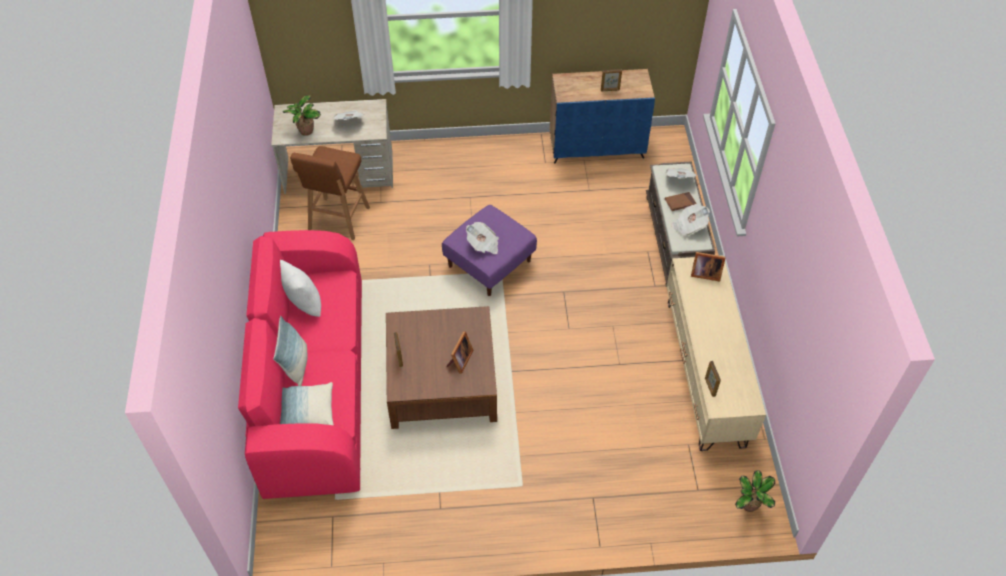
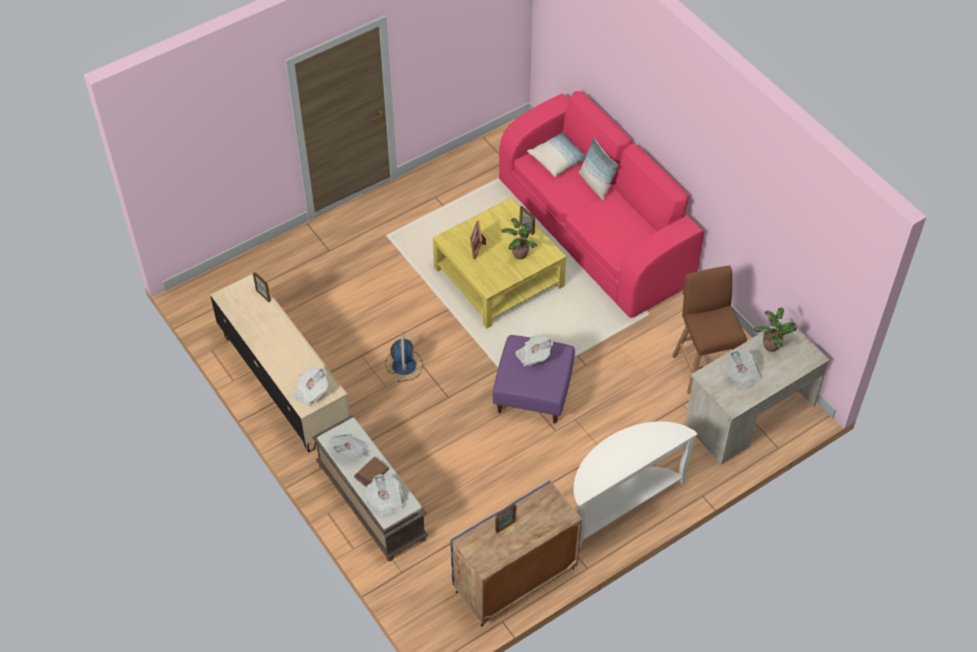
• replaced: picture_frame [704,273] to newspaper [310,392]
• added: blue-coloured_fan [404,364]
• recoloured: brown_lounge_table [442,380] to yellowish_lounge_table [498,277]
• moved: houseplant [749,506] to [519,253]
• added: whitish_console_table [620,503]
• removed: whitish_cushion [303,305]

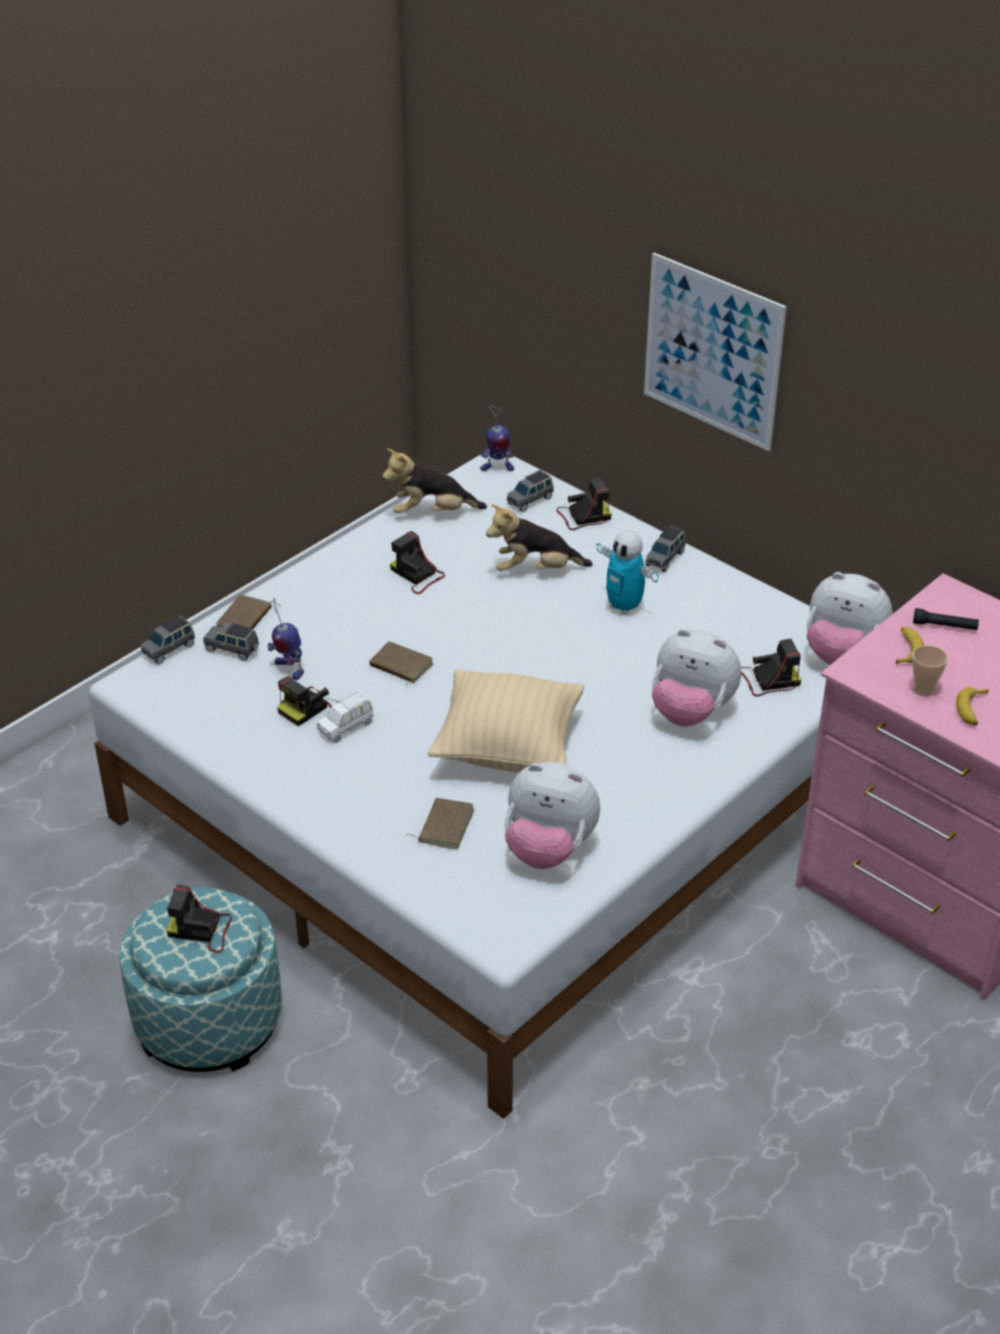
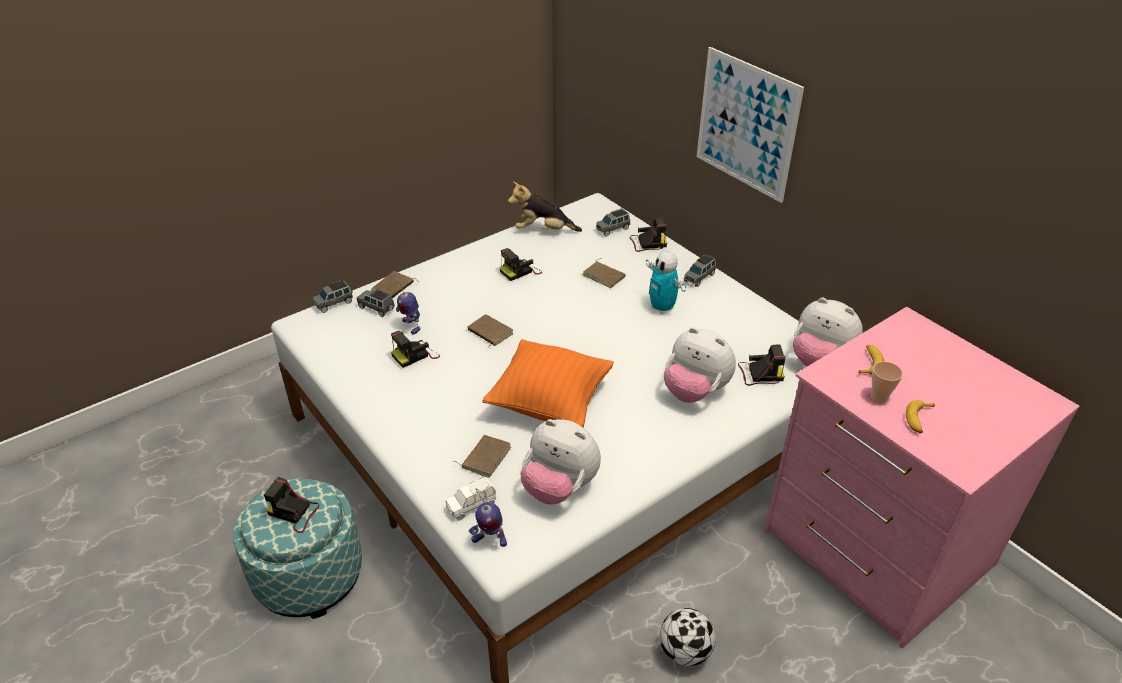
• moved: whitish_miniature_car [346,727] to [472,505]
• moved: model_robot [497,468] to [489,540]
• recoloured: beige-coloured_cushion [508,748] to orangey_cushion [550,402]
• turned: photo_camera [417,575] = [520,271] 90 degrees counterclockwise
• replaced: plush_toy [535,570] to brown_book [604,276]
• added: football [684,652]
• removed: black_flashlight [944,626]

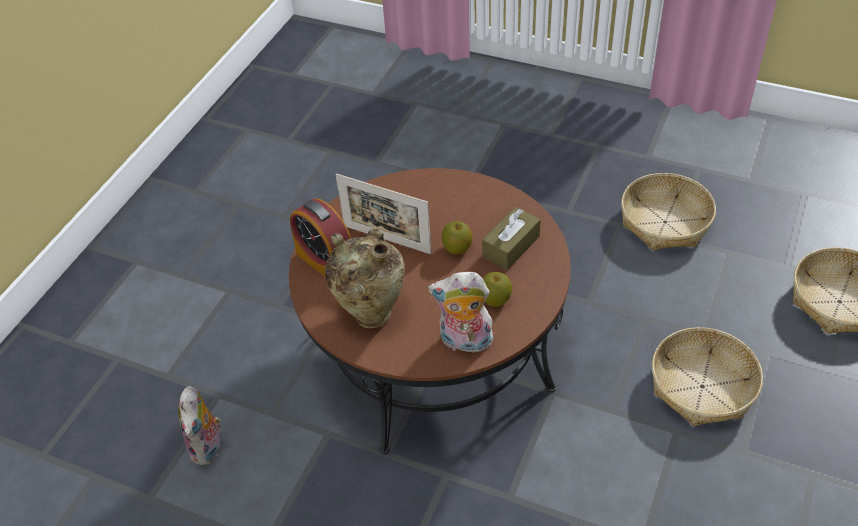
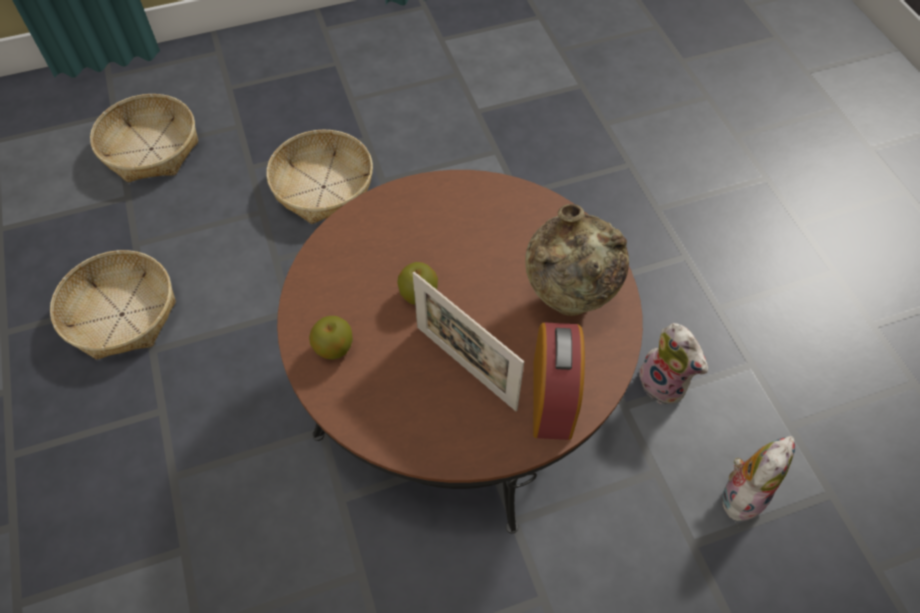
• moved: apple [495,299] to [334,348]
• turned: picture_frame [386,239] = [465,367] 150 degrees clockwise
• moved: plush_toy [464,342] to [665,383]
• removed: brown_tissue_box [511,246]

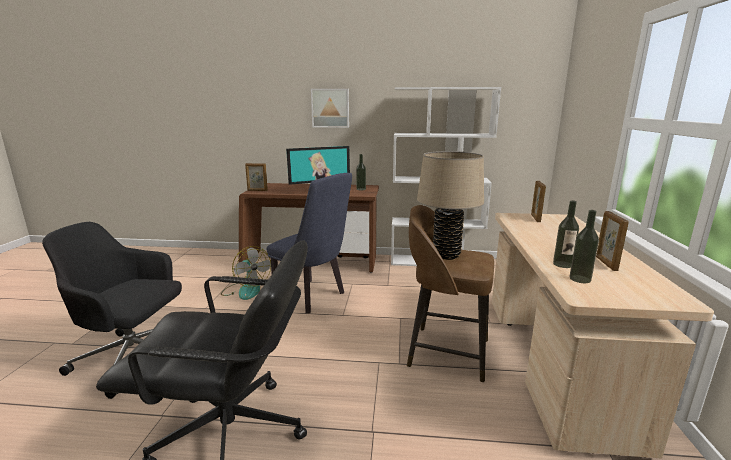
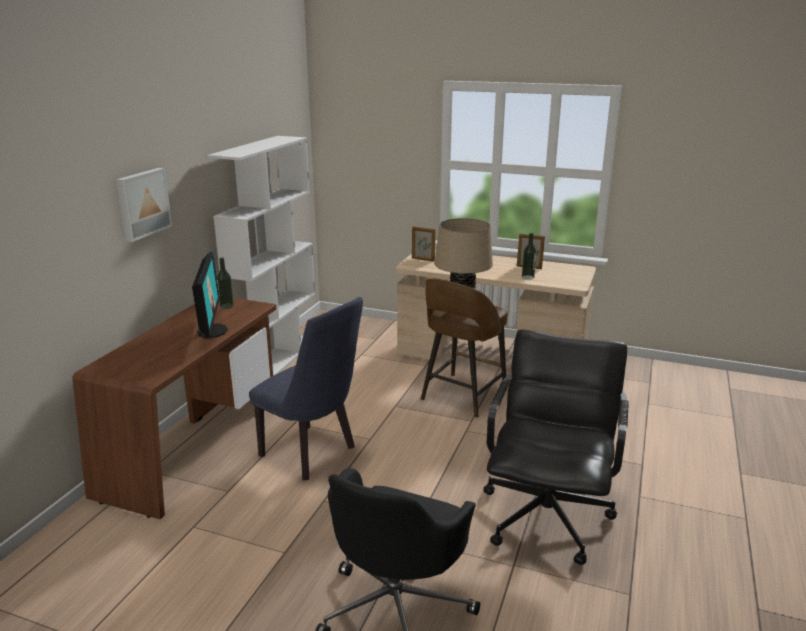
• turned: blue-coloured_plain_chair [314,297] = [313,454] 75 degrees clockwise
• removed: fan [246,290]
• removed: picture_frame [257,190]
• removed: beverage_bottle [580,279]

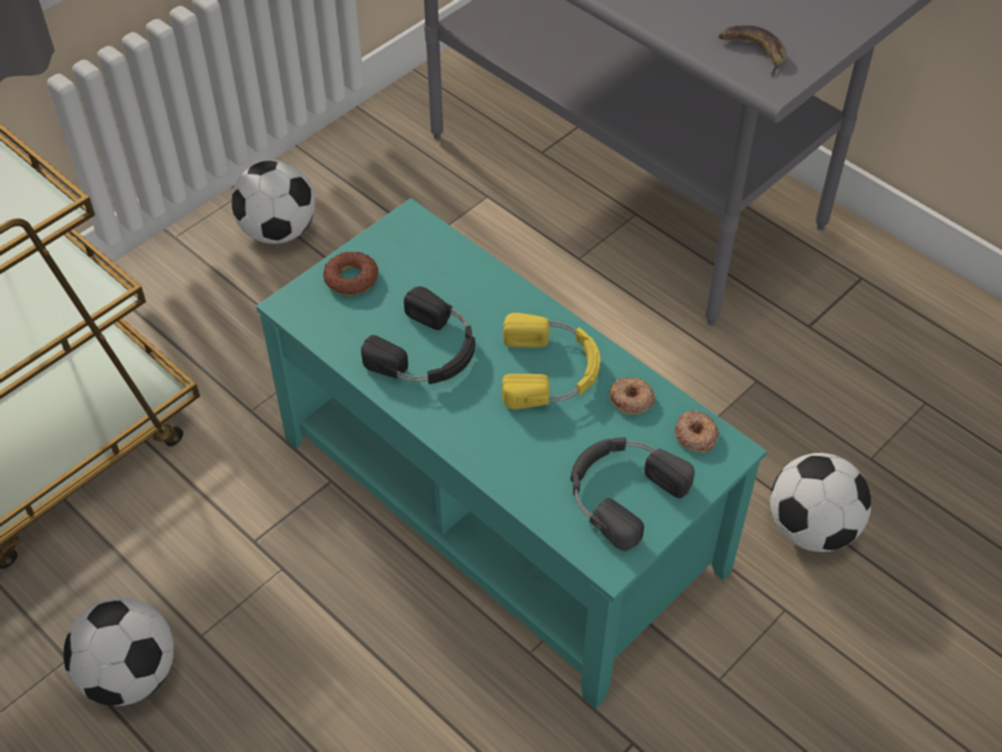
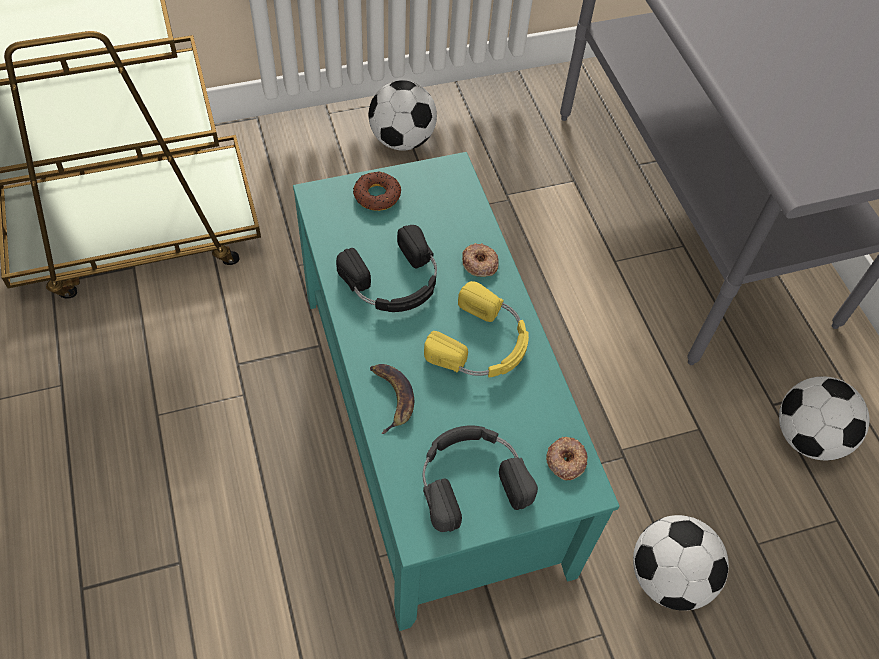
• moved: banana_fruit [753,51] to [391,397]
• moved: ring_doughnut [631,399] to [479,263]
• moved: football [130,675] to [807,437]

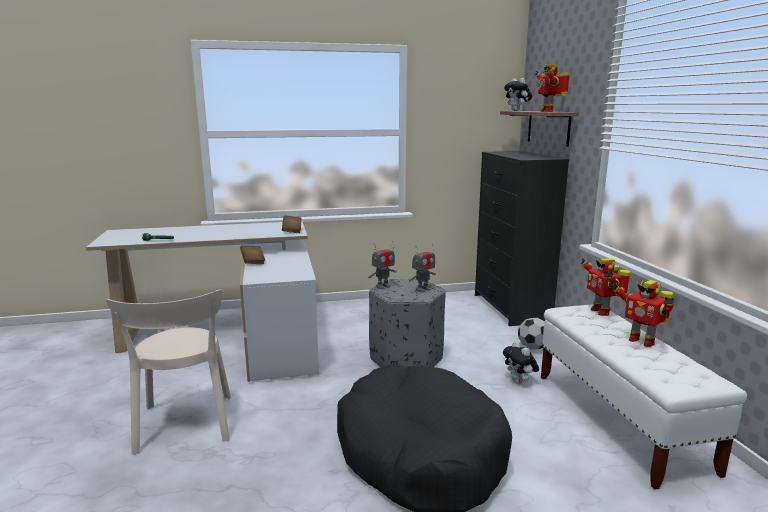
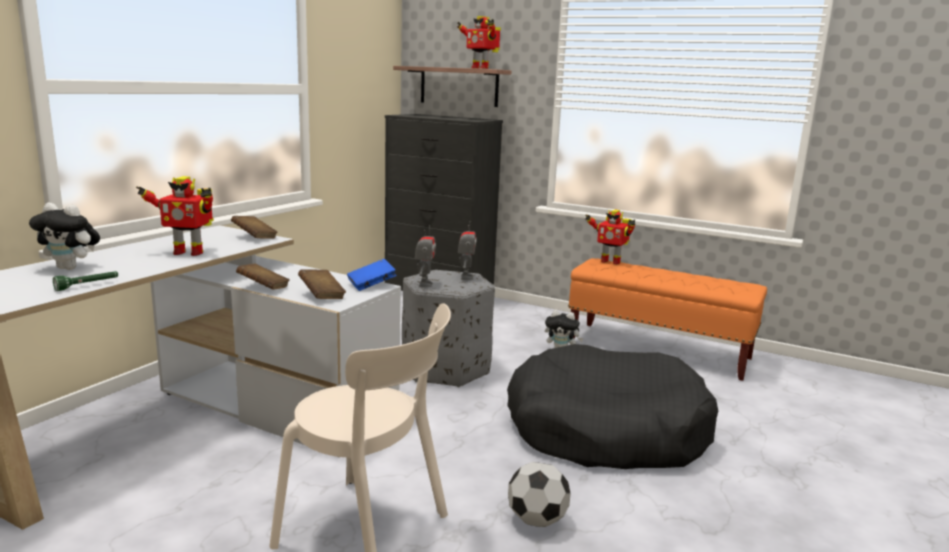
• moved: plush_toy [517,111] to [71,268]
• moved: model_robot [641,341] to [188,252]
• added: brown_book [322,295]
• added: blue-coloured_book [371,285]
• moved: football [533,347] to [536,520]
• recoloured: whitish_bench [618,420] to orangey_bench [658,350]

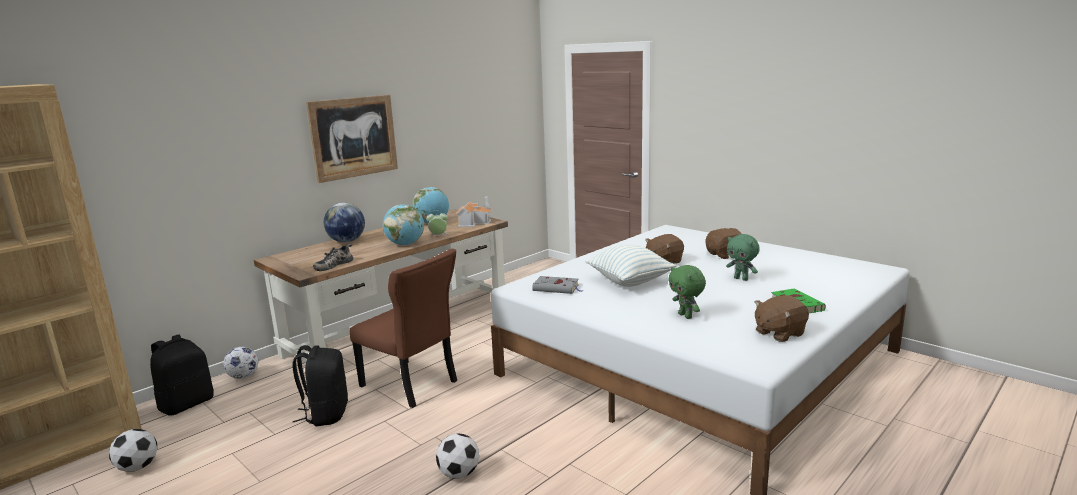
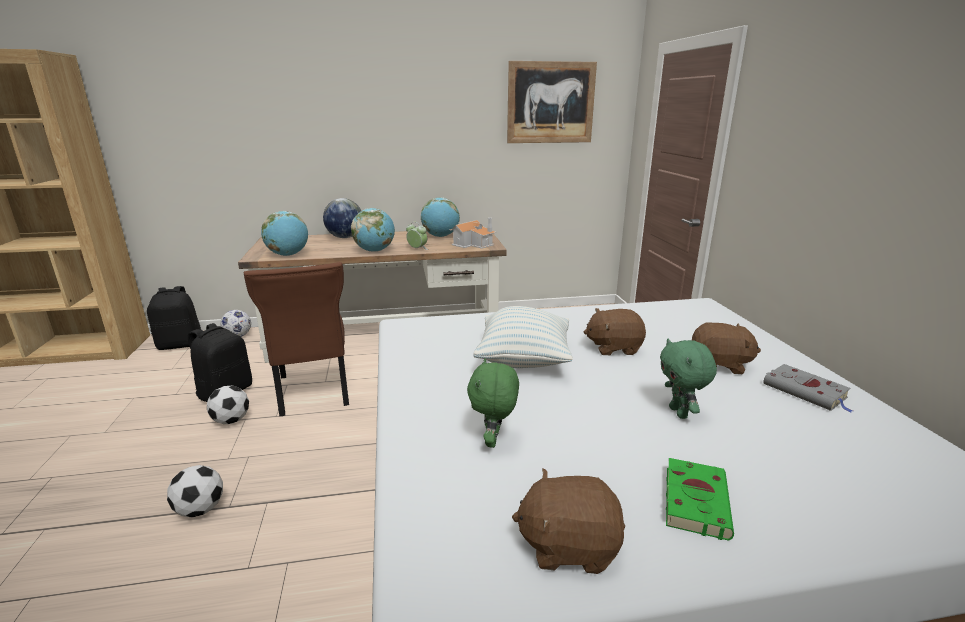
• moved: football [138,467] to [231,420]
• replaced: shoe [333,264] to globe [288,255]
• moved: wall_picture [354,137] to [550,103]
• moved: grey_book [557,288] to [806,392]

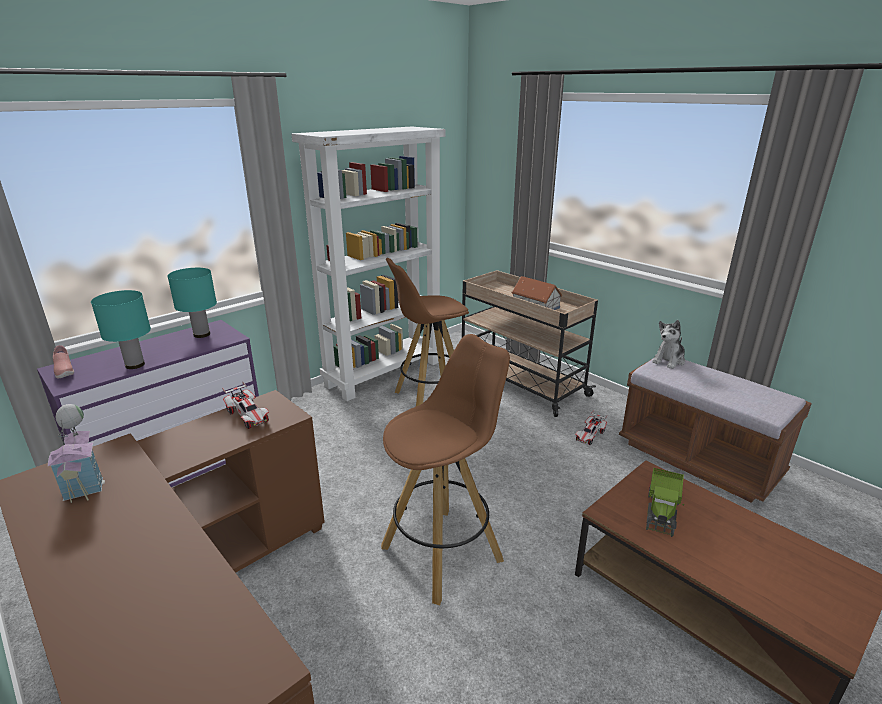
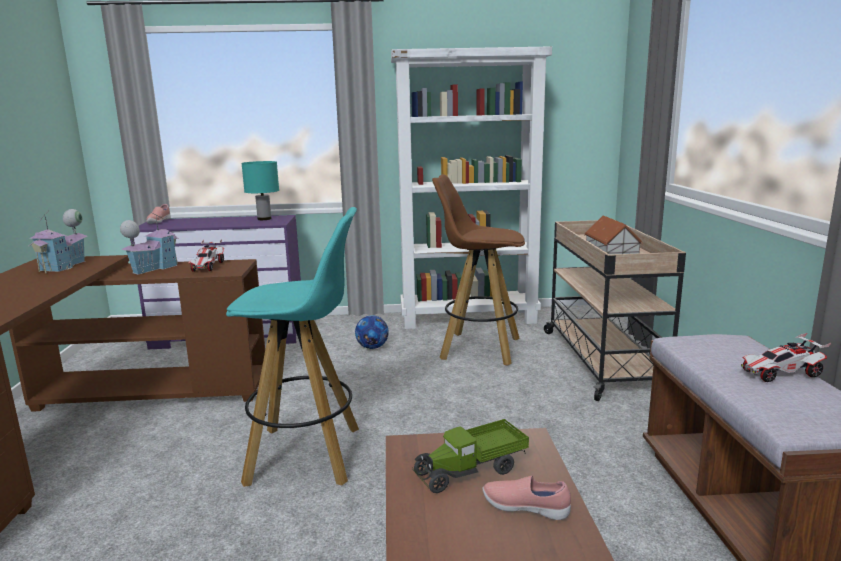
• added: toy_house [153,268]
• recoloured: brown_stool [443,552] to turquoise-coloured_stool [307,455]
• added: football [372,347]
• added: pink_shoe [525,508]
• moved: miniature_car [590,436] to [781,374]
• removed: turquoise-coloured_tabletop_lamp [135,365]
• removed: plush_toy [669,361]

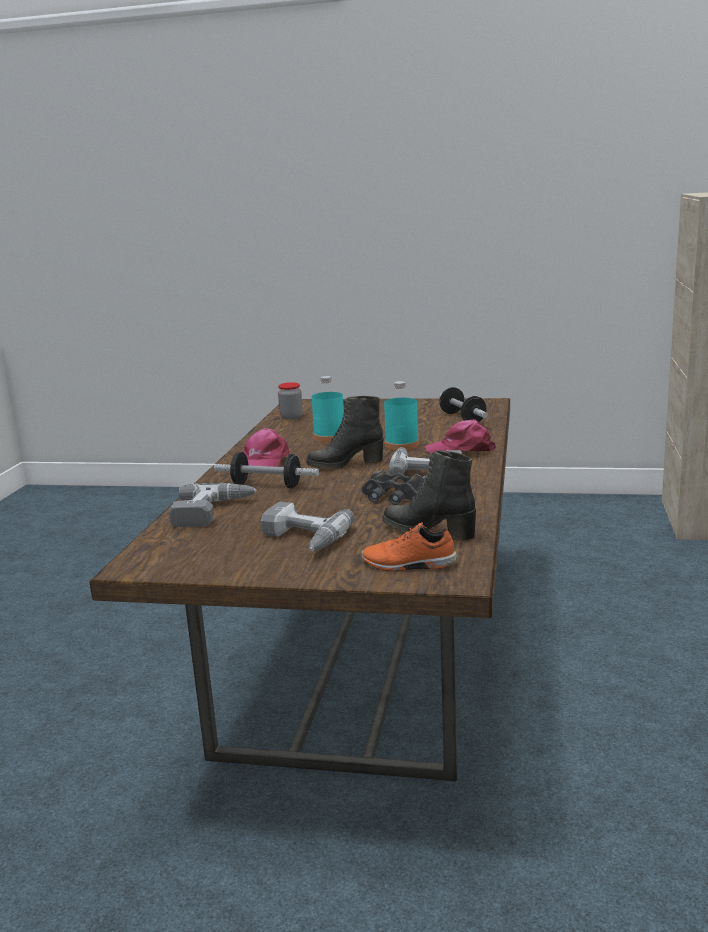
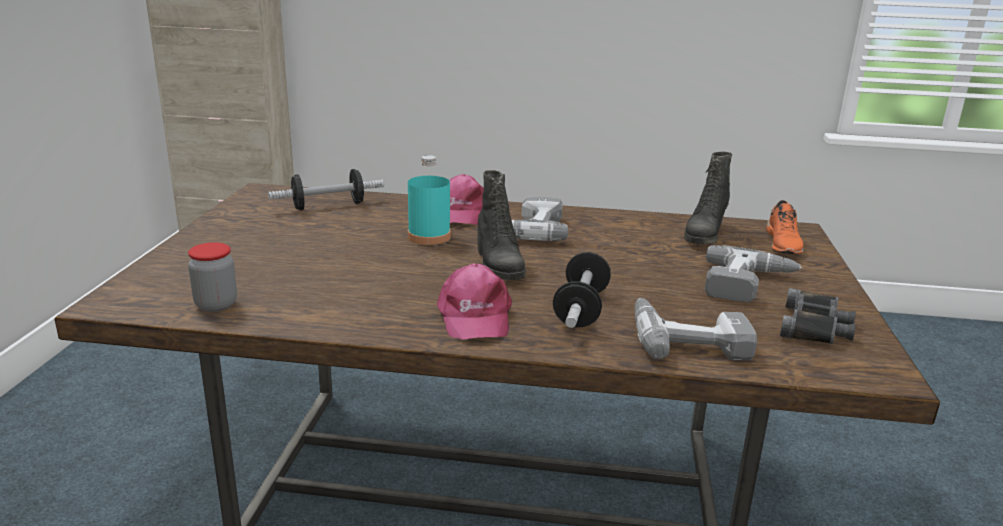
• turned: pink_cap [263,462] = [474,316] 75 degrees clockwise
• moved: black_field_glasses [394,495] to [815,326]
• removed: turquoise-coloured_beverage_bottle [329,437]

